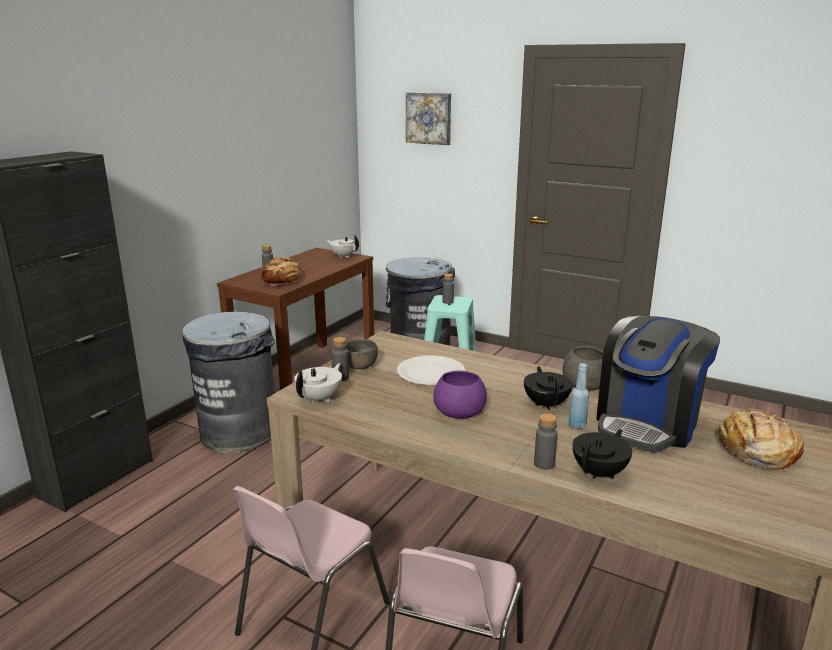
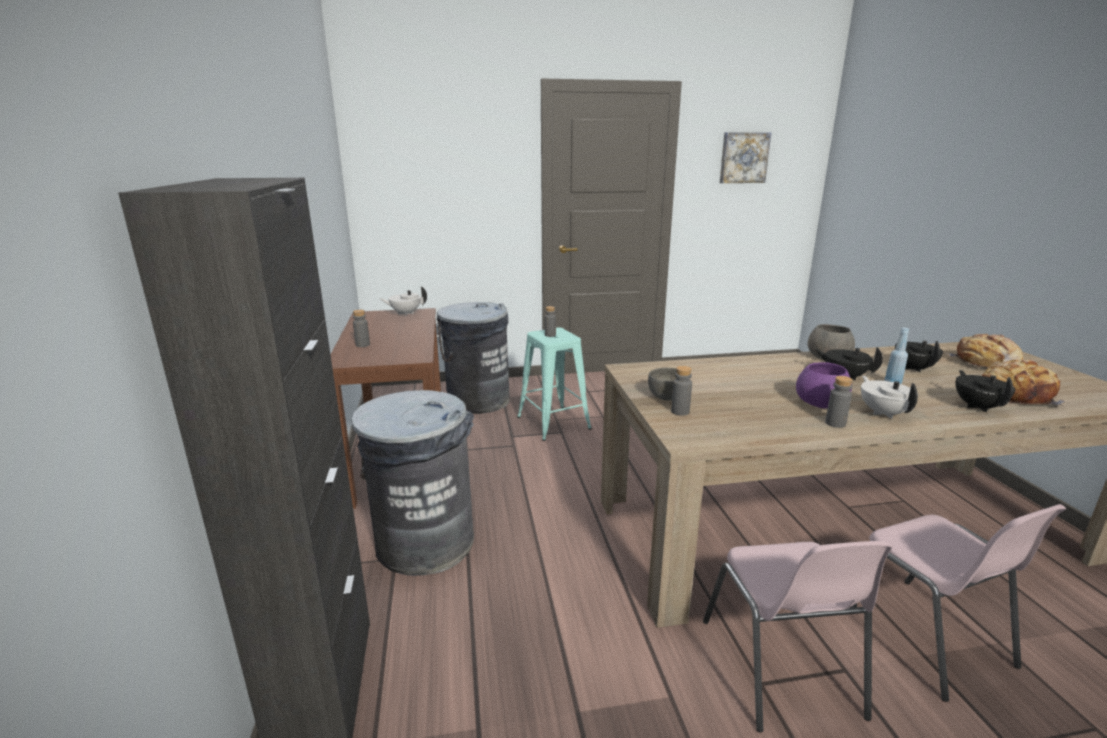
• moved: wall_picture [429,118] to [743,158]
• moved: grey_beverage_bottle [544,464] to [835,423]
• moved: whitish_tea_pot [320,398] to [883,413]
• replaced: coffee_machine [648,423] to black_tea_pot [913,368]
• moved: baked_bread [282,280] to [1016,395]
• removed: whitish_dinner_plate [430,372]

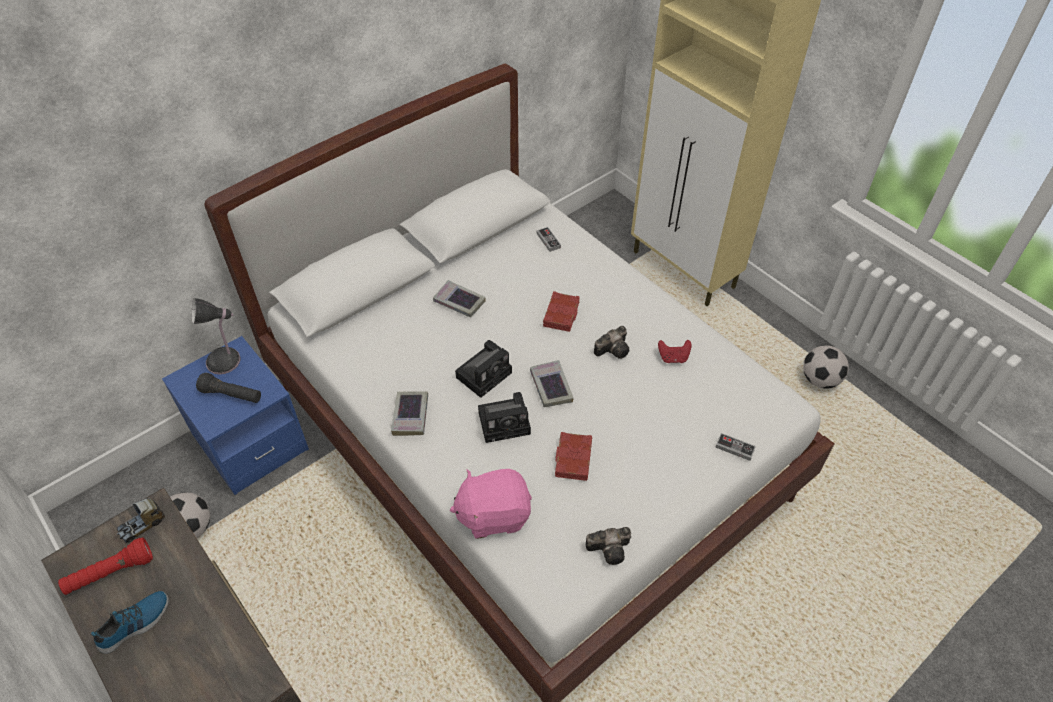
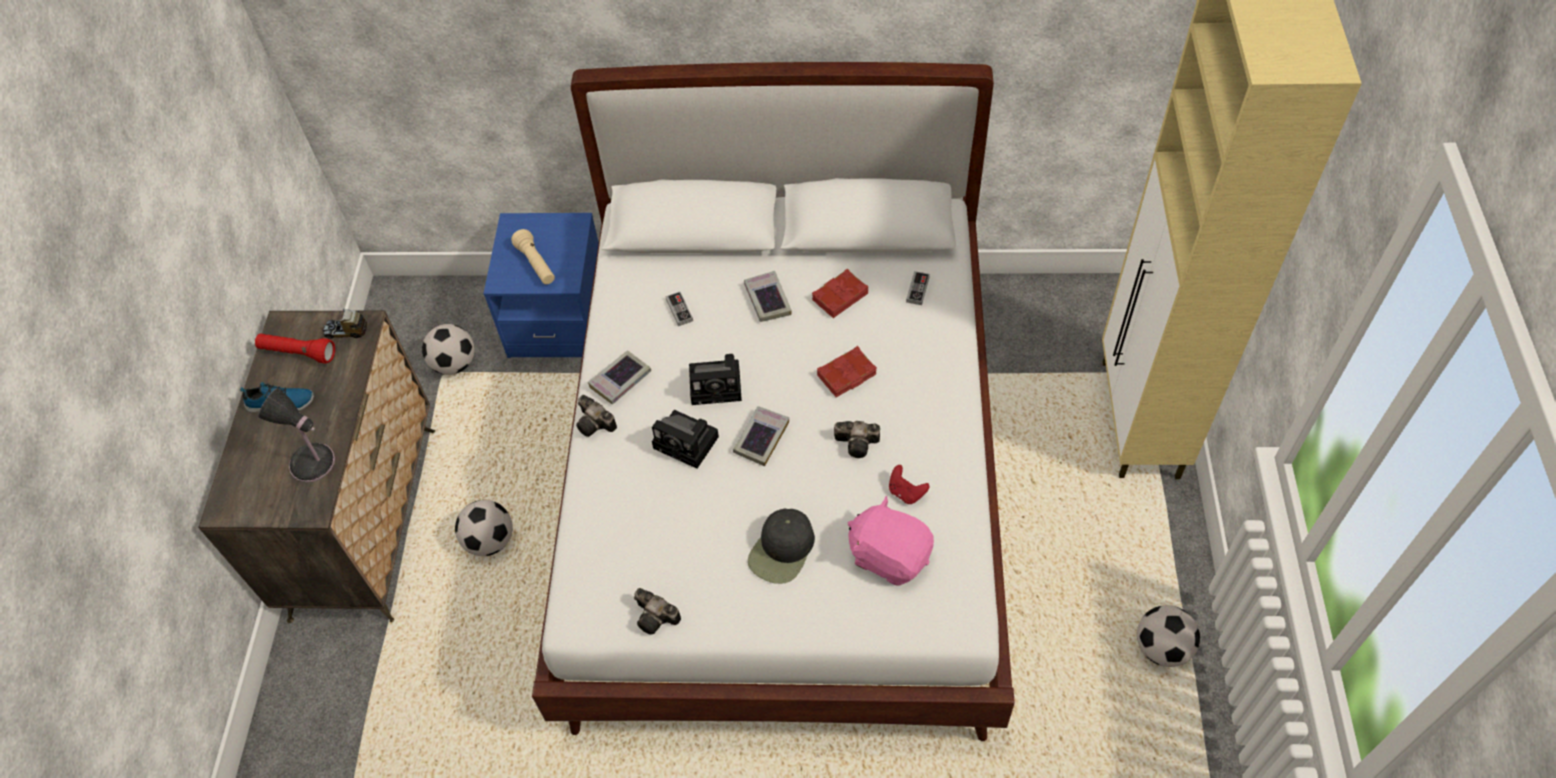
• moved: tabletop_lamp [226,360] to [315,464]
• added: football [490,541]
• recoloured: black_flashlight [232,395] to beige-coloured_flashlight [536,264]
• added: photo_camera [596,424]
• moved: joypad [735,448] to [679,310]
• added: black_cap [782,550]
• moved: red-coloured_book [572,459] to [839,296]
• moved: pink_plush_toy [493,514] to [889,555]

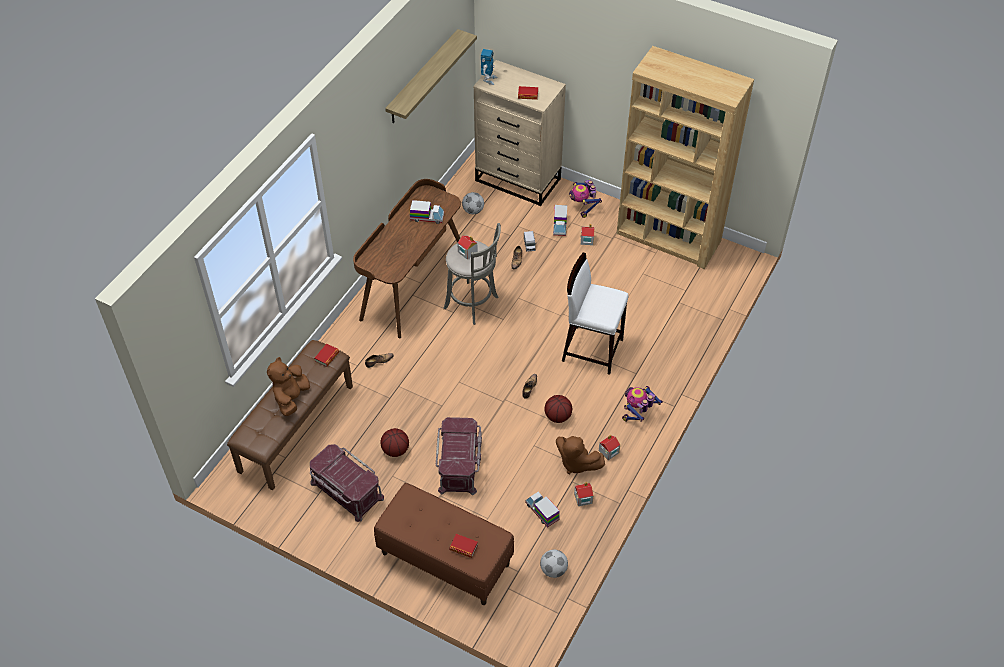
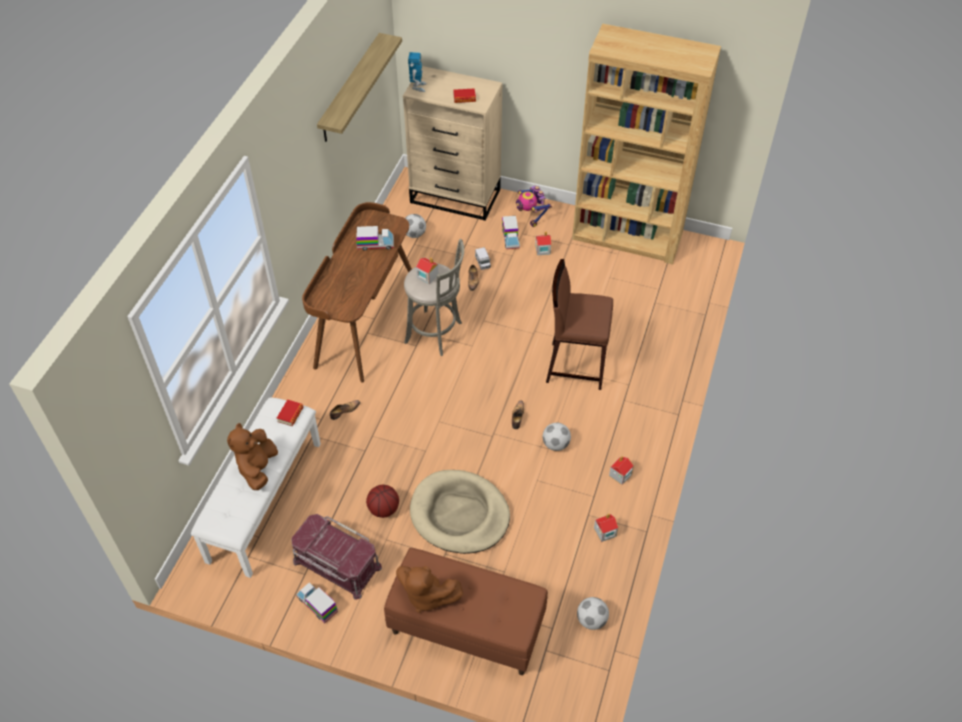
• recoloured: brown_bench [296,427] to whitish_bench [264,500]
• moved: model_truck [542,511] to [317,605]
• moved: brown_plush_toy [576,463] to [426,595]
• replaced: red-coloured_storage_box [460,464] to beige-coloured_dog_cushion [459,514]
• replaced: basketball_ball [557,417] to football [556,444]
• recoloured: whitish_stool [592,349] to brown_stool [575,365]
• removed: book [463,547]
• removed: model_robot [638,414]

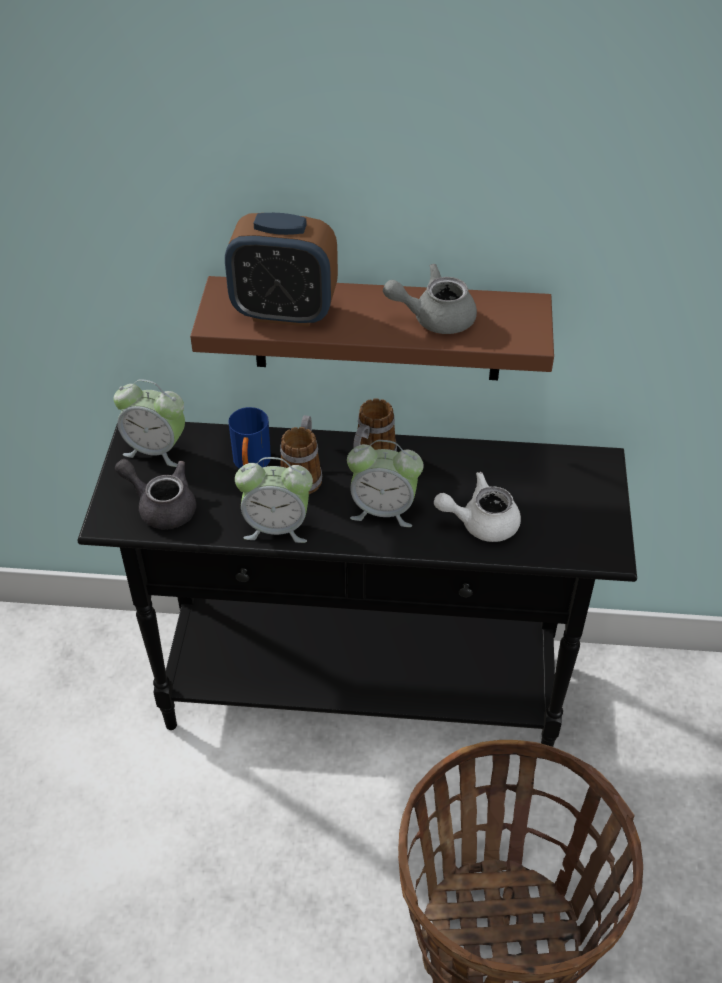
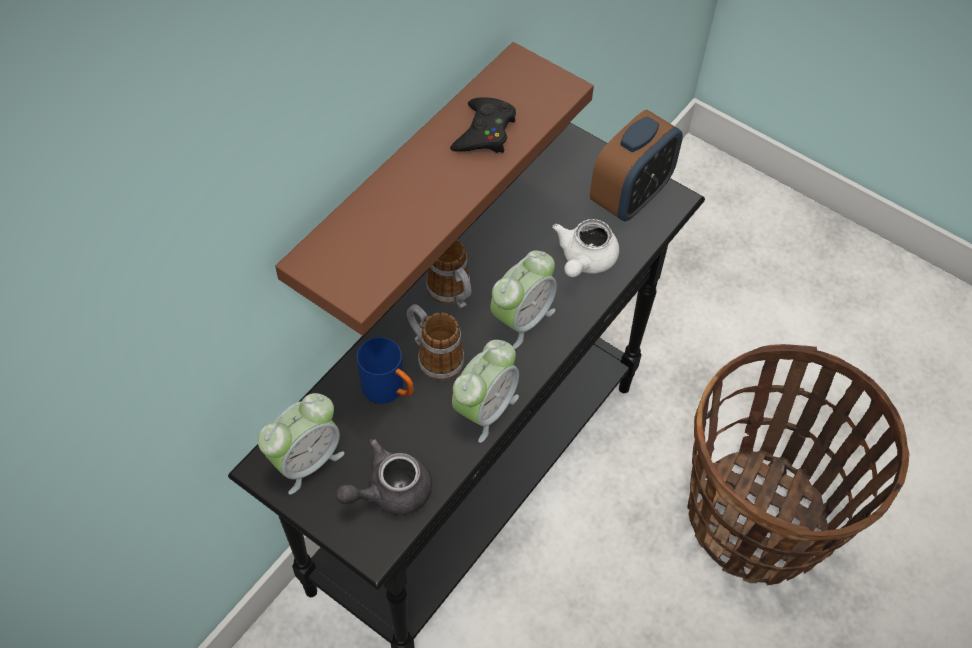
• replaced: grey_tea_pot [434,318] to black_joypad [484,132]
• moved: bedside_clock [284,312] to [630,196]

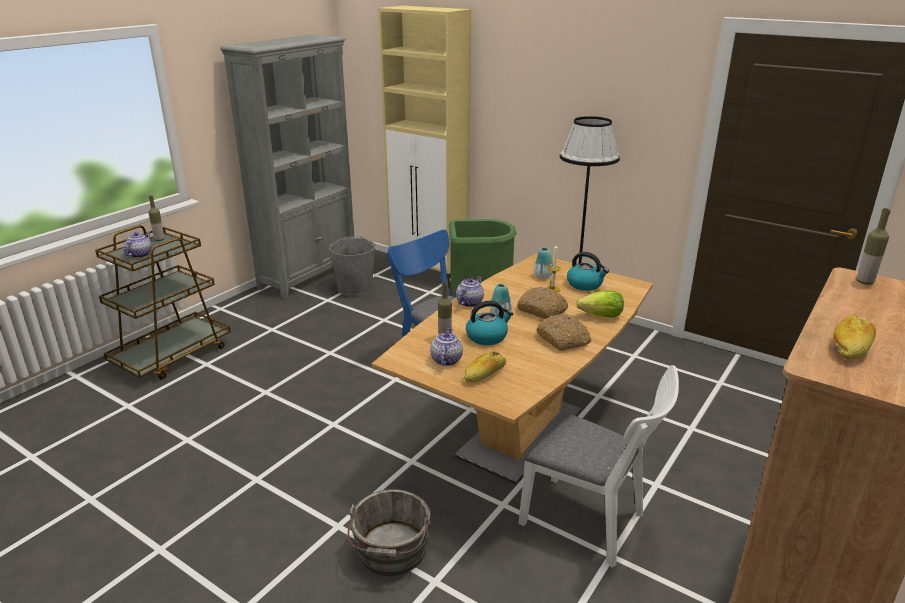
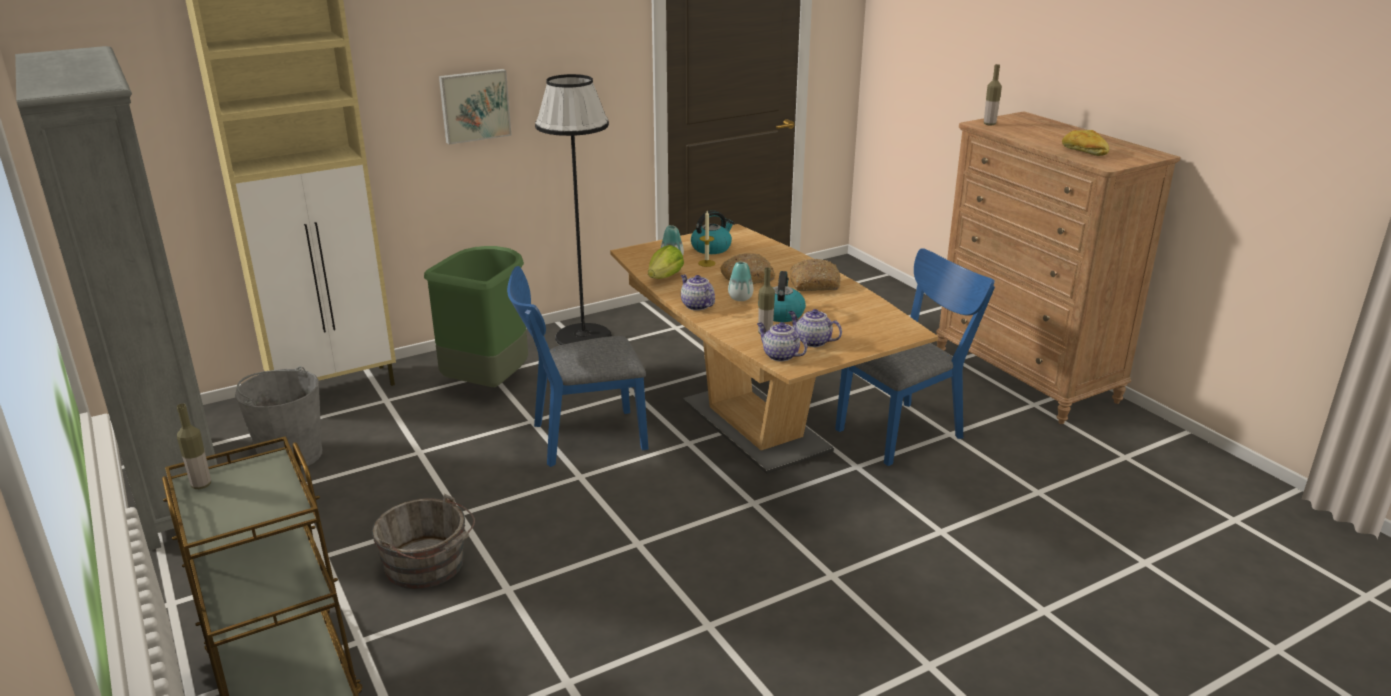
• moved: grey_pail [391,552] to [428,566]
• added: wall_picture [474,105]
• moved: lettuce_head [601,316] to [665,277]
• moved: tea_pot [140,254] to [779,355]
• recoloured: whitish_plain_chair [590,523] to blue-coloured_plain_chair [906,430]
• removed: baked_bread [485,374]

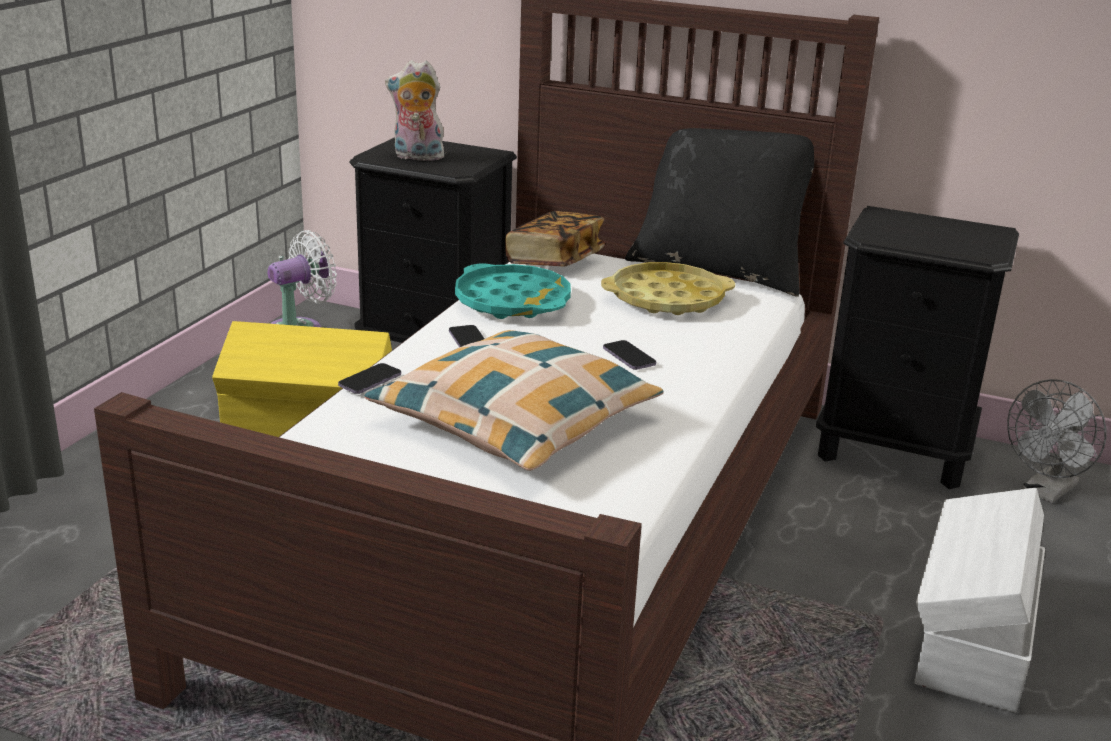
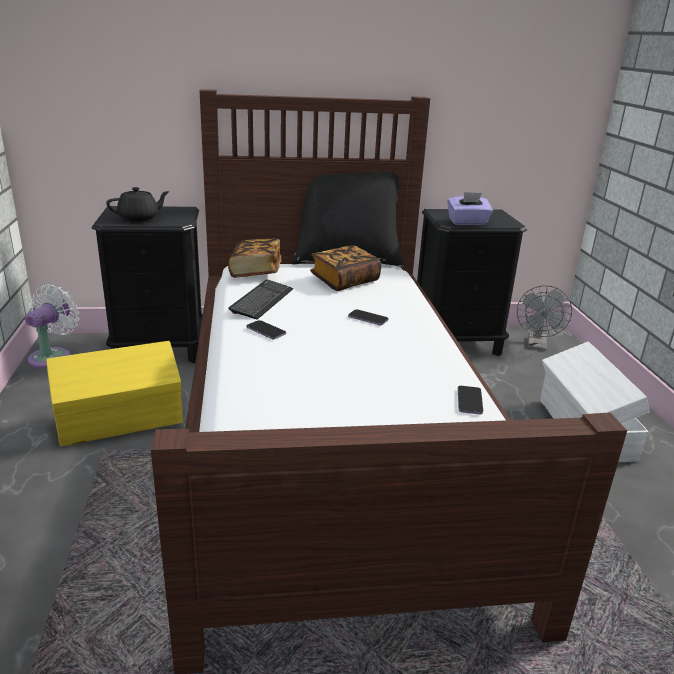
• replaced: plush_toy [417,157] to black_tea_pot [139,218]
• replaced: turquoise-coloured_tray [512,302] to keyboard [262,301]
• replaced: yellowish_tray [666,298] to book [344,281]
• added: purplish_tissue_box [467,223]
• moved: phone [370,381] to [469,401]
• removed: cushion [515,420]

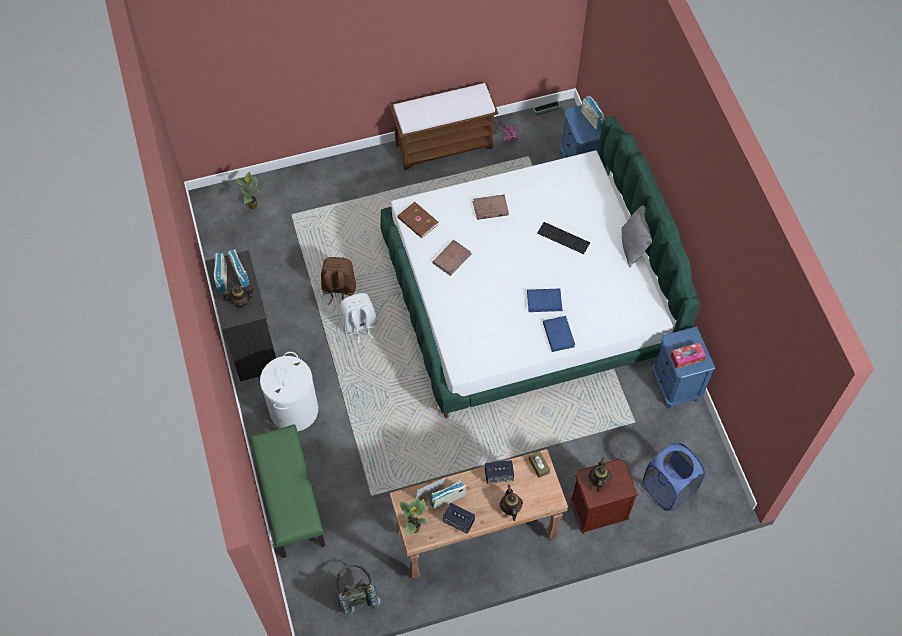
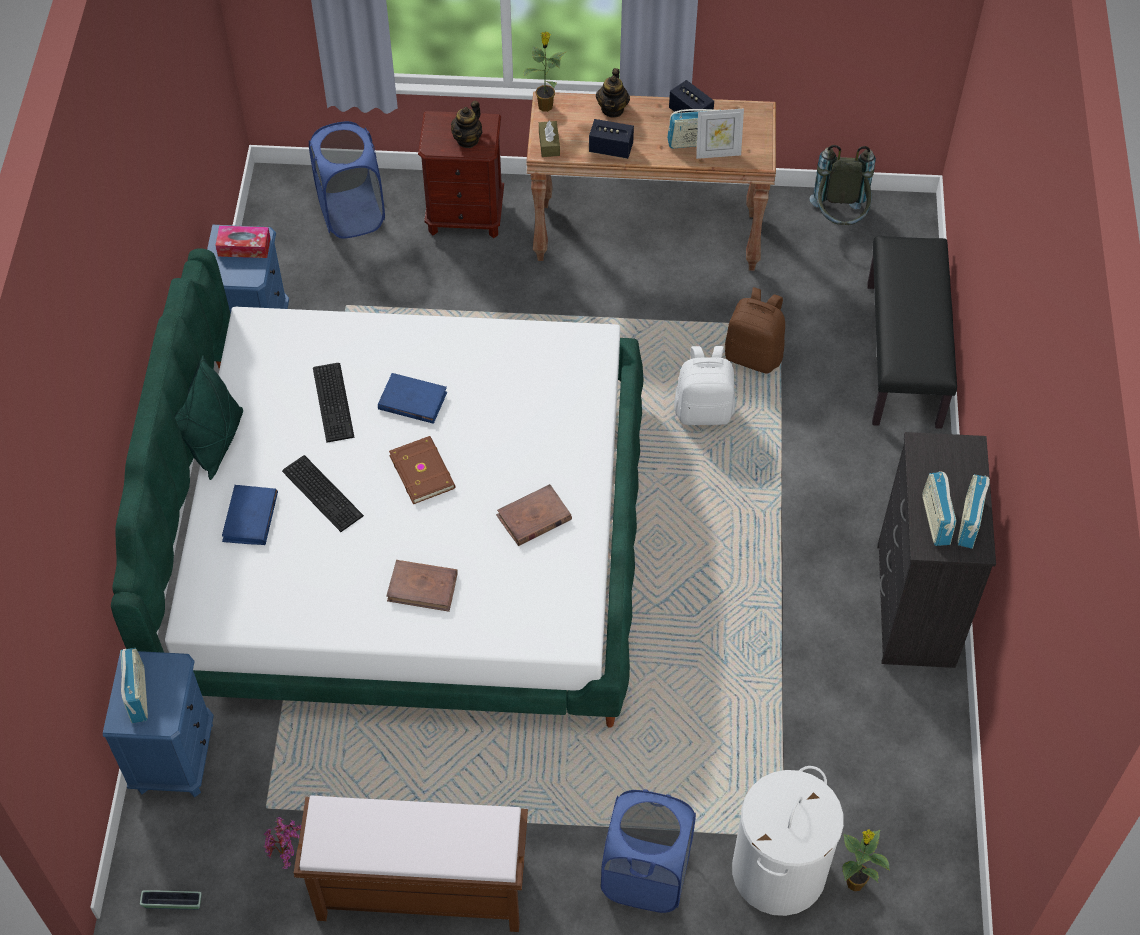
• recoloured: grey_cushion [632,247] to green-coloured_cushion [216,442]
• moved: blue-coloured_book [558,334] to [250,518]
• added: keyboard [334,401]
• moved: brown_book [417,222] to [423,471]
• moved: houseplant [415,528] to [545,105]
• added: blue-coloured_laundry_basket [646,875]
• moved: whitish_knapsack [359,326] to [704,410]
• moved: brown_knapsack [338,289] to [754,355]
• moved: whitish_laundry_basket [293,409] to [779,871]
• recoloured: green-coloured_bench [290,499] to black_bench [904,355]
• removed: tea_pot [240,302]

